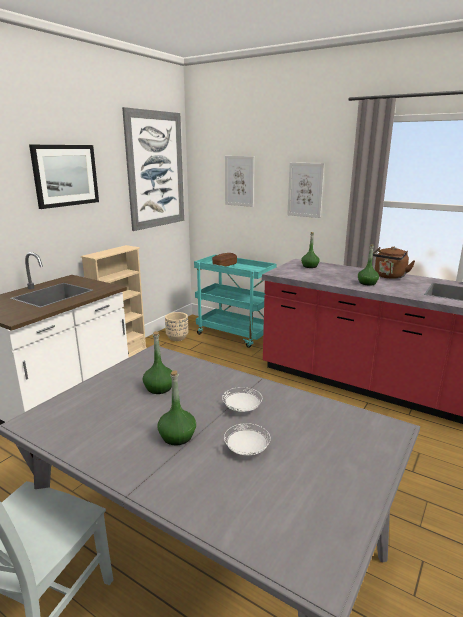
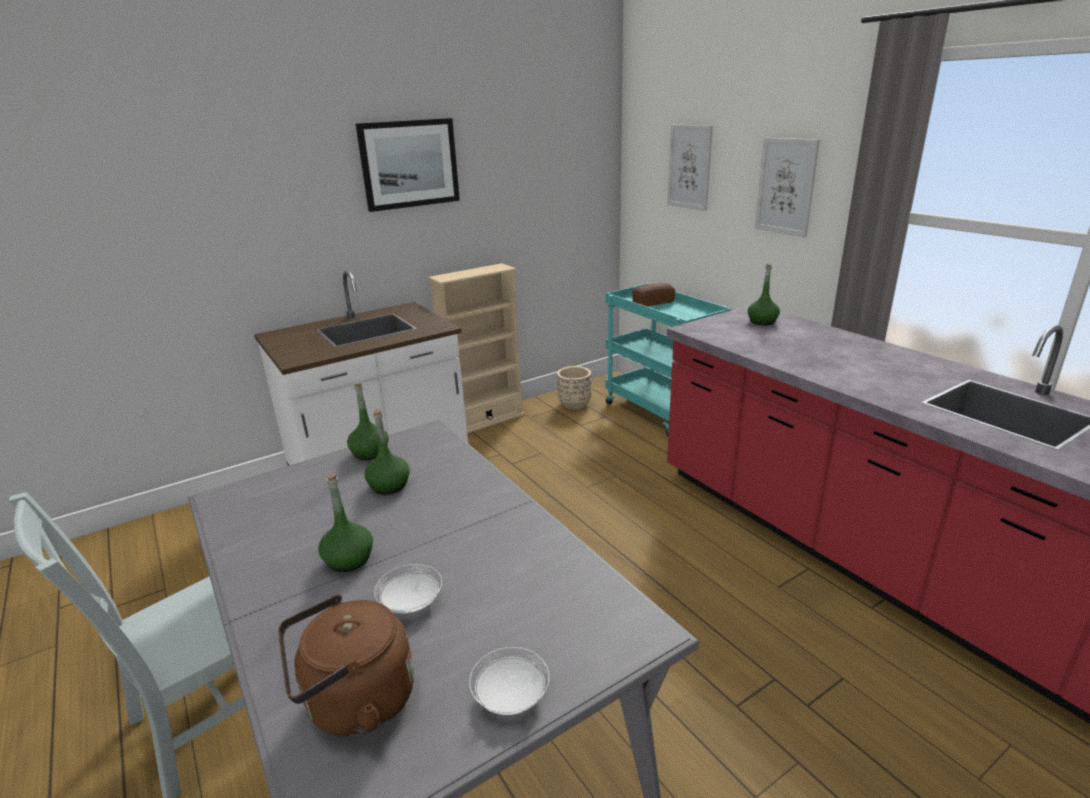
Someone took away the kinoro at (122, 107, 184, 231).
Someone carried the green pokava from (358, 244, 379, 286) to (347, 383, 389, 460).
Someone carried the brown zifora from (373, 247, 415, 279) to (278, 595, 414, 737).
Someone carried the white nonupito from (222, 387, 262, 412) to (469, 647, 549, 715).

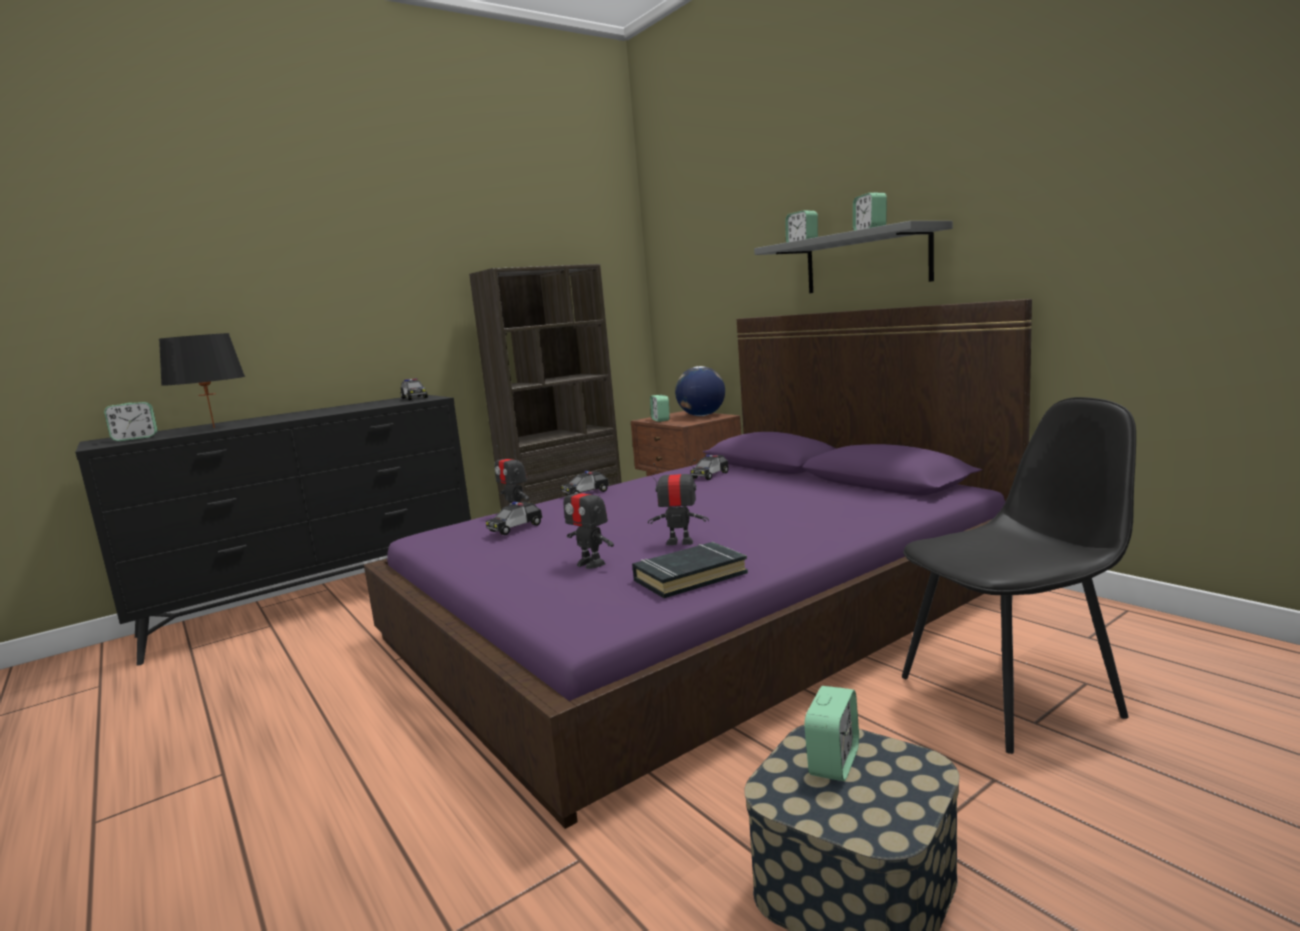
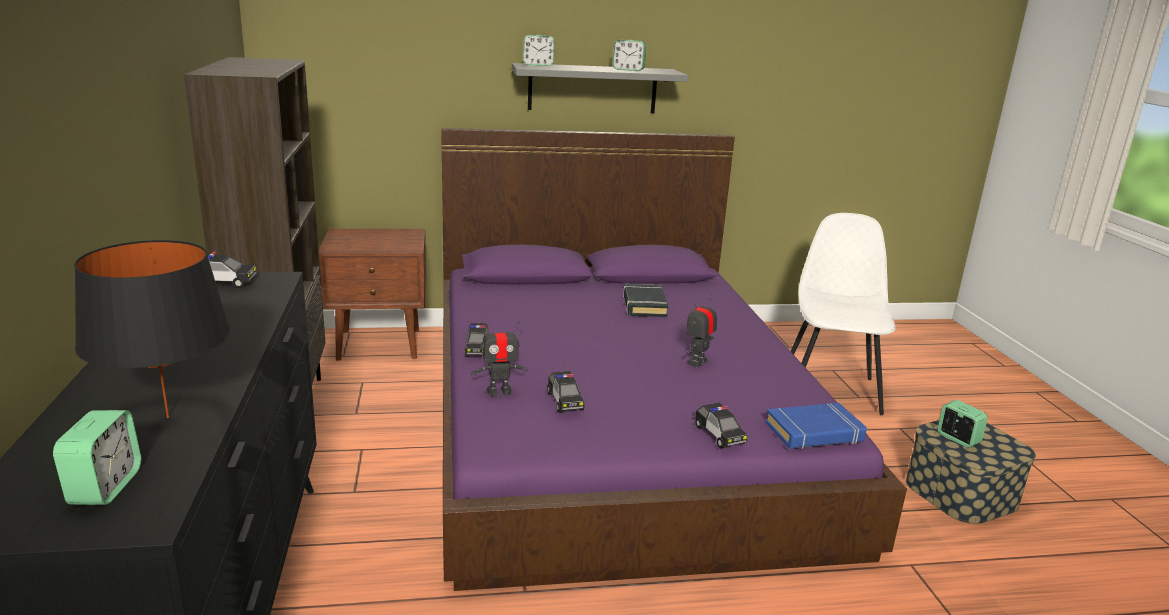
Someone took away the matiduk at (675, 366, 725, 416).
Someone took away the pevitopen at (650, 395, 670, 422).
Someone repainted the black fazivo at (902, 397, 1136, 754), which became the white fazivo at (791, 213, 896, 415).
Someone carried the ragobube from (690, 455, 729, 480) to (695, 403, 747, 448).
Someone took away the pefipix at (564, 476, 614, 569).
Someone carried the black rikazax from (632, 542, 748, 598) to (623, 284, 669, 317).
Someone put down the blue rikazax at (765, 403, 867, 449).

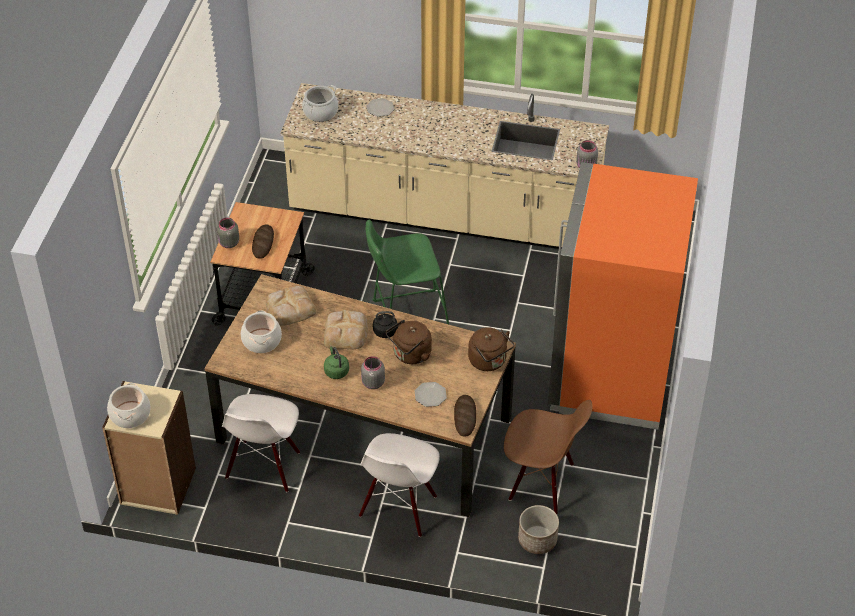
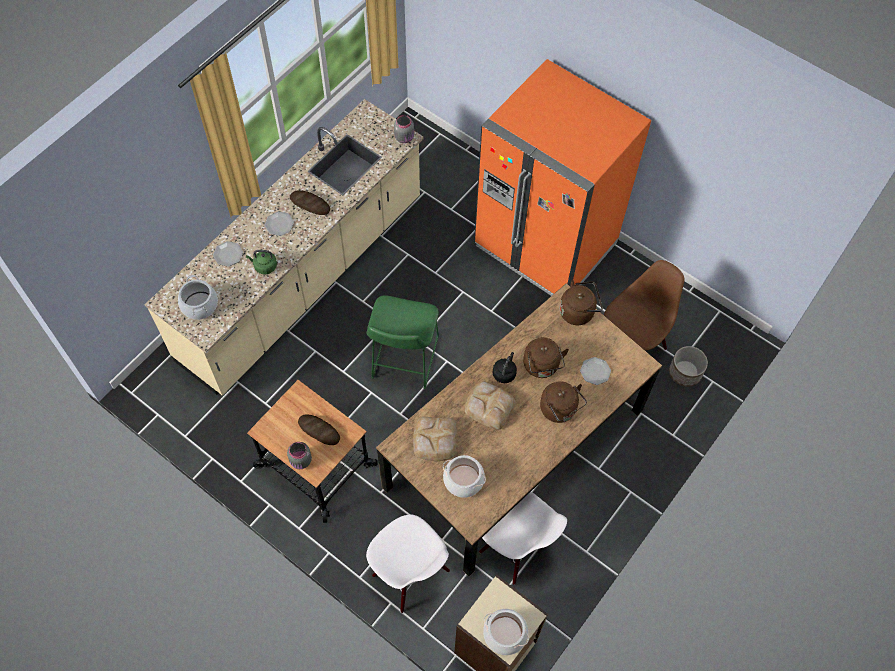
Someone carried the green zifora from (324, 346, 349, 379) to (246, 250, 277, 275).
Someone swapped the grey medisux at (361, 356, 385, 389) for the brown zifora at (540, 381, 587, 423).
Someone carried the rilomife from (454, 395, 476, 437) to (290, 190, 330, 215).
Someone carried the white fazivo from (359, 433, 440, 537) to (366, 515, 450, 613).
Someone put down the nonupito at (265, 212, 294, 236).

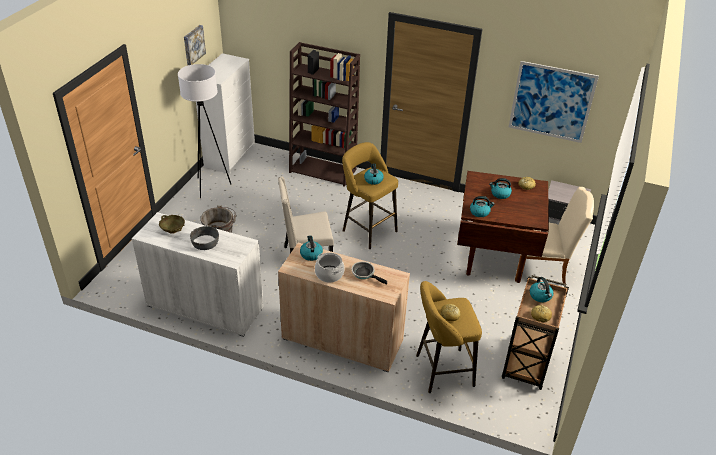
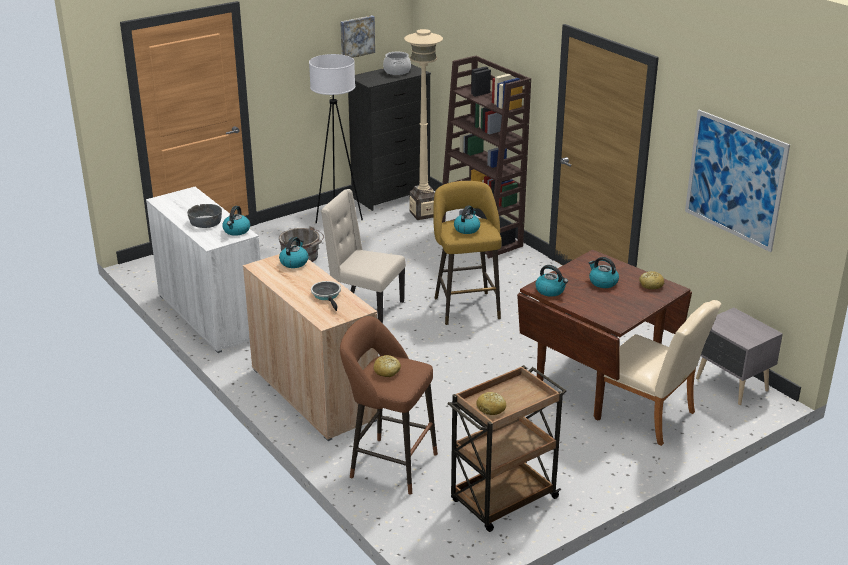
Someone repainted the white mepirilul at (196, 53, 255, 174), which became the black mepirilul at (348, 64, 431, 211).
Someone took away the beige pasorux at (159, 215, 185, 234).
Someone carried the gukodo from (315, 253, 344, 283) to (383, 52, 411, 75).
Someone carried the zifora from (530, 277, 554, 302) to (222, 206, 250, 236).
Someone repainted the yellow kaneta at (416, 281, 482, 393), which became the brown kaneta at (340, 316, 438, 494).
Someone put down the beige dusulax at (404, 29, 443, 220).

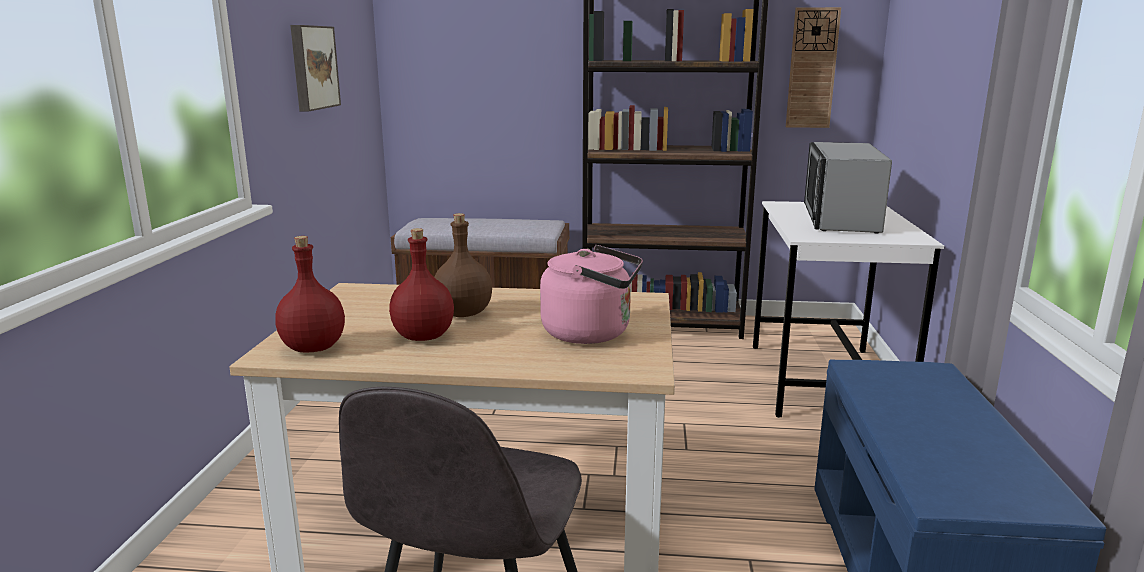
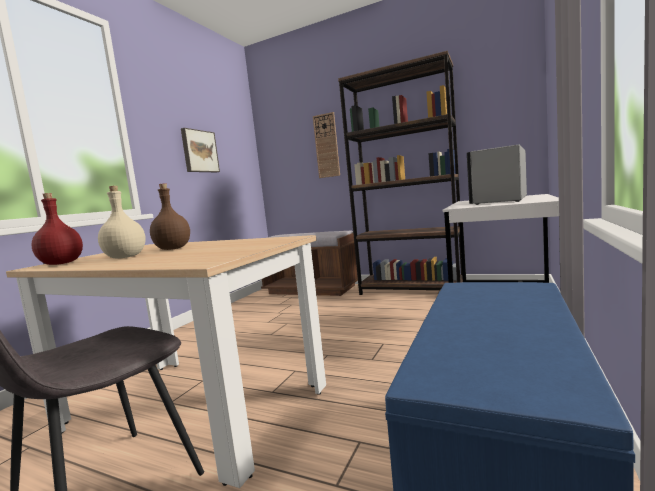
Someone carried the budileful from (786, 7, 841, 128) to (313, 112, 340, 178).
Someone repainted the red pokava at (389, 228, 454, 341), which became the beige pokava at (98, 186, 146, 258).
Someone took away the pink zifora at (540, 245, 643, 344).

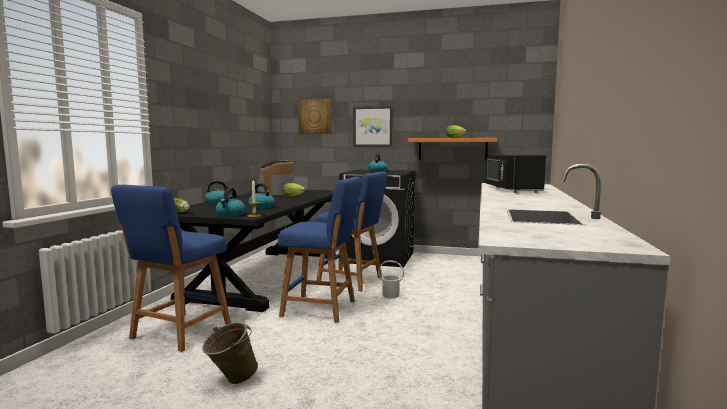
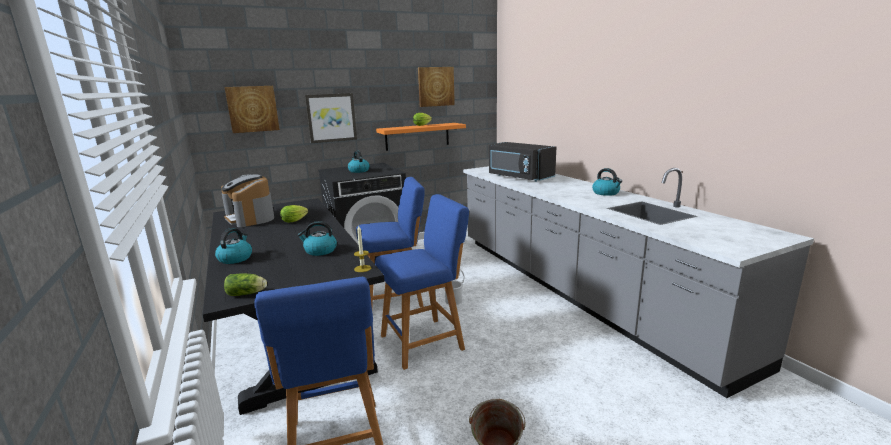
Someone carried the zifora from (216, 188, 245, 217) to (592, 168, 622, 196).
Someone put up the kinoro at (418, 67, 455, 107).

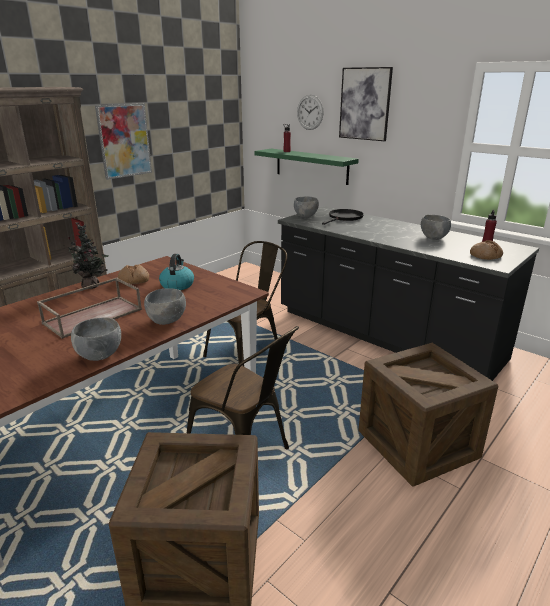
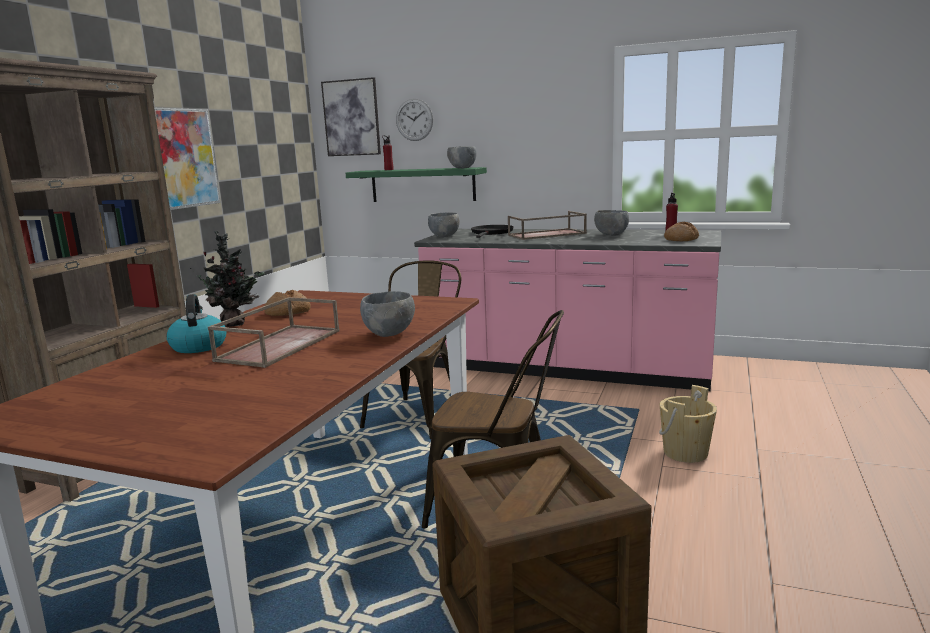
Someone carried the kinoro from (339, 67, 393, 141) to (321, 77, 381, 156).
Someone repainted the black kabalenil at (278, 206, 539, 381), which became the pink kabalenil at (414, 229, 721, 391).
Someone carried the zifora from (159, 254, 194, 290) to (167, 294, 227, 353).
Someone carried the grey pasorux from (71, 317, 121, 361) to (447, 146, 477, 168).
Someone swapped the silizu at (358, 343, 498, 487) for the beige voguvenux at (659, 385, 717, 463).
Someone put down the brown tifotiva at (508, 211, 587, 240).

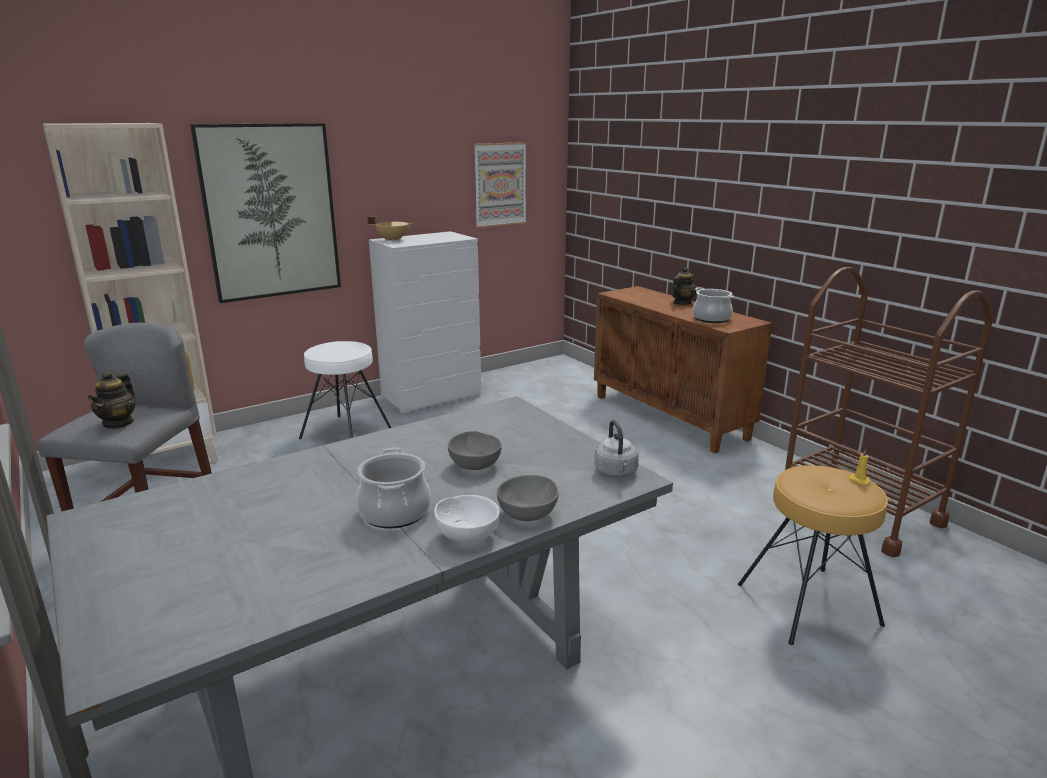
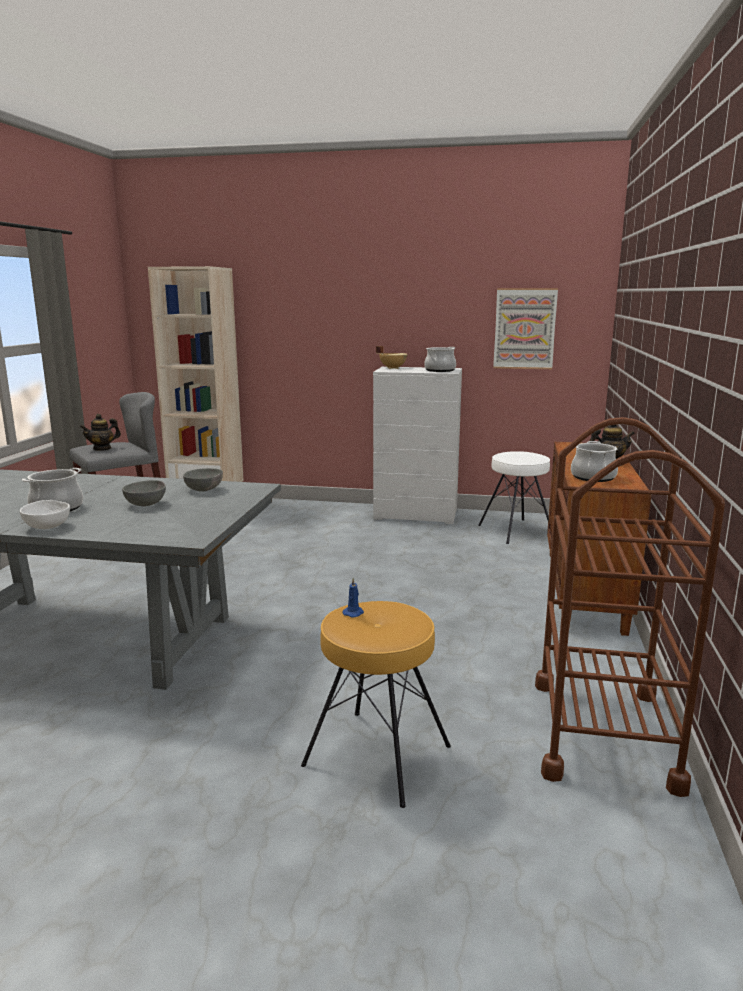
Someone took away the kinoro at (190, 123, 341, 303).
Someone carried the white kaneta from (299, 341, 391, 439) to (478, 451, 550, 544).
Someone took away the grey zifora at (594, 420, 639, 478).
Someone took away the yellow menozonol at (847, 448, 871, 485).
Someone carried the grey pasorux from (497, 475, 559, 521) to (183, 468, 223, 491).
Someone put down the gukodo at (424, 347, 456, 372).
Someone put down the blue menozonol at (342, 578, 364, 618).

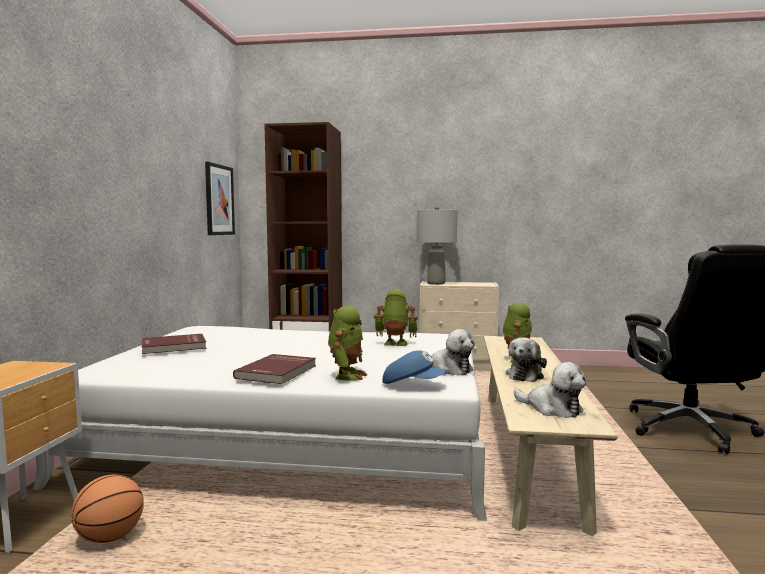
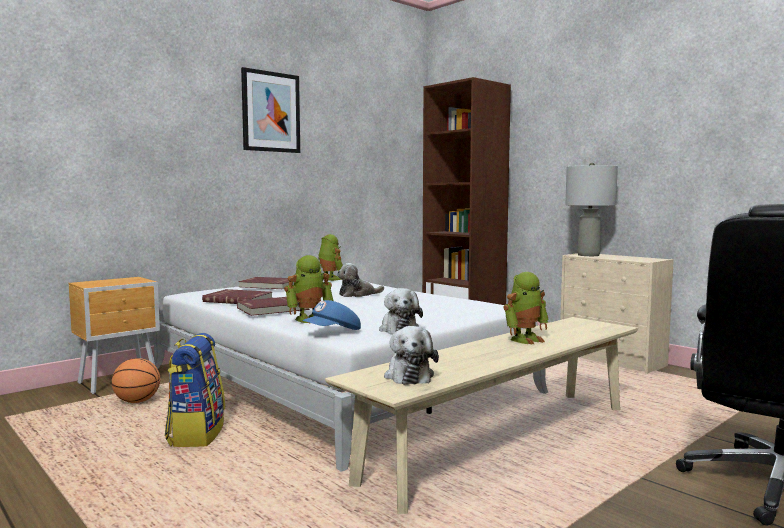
Someone carried the kinoro from (205, 162, 235, 235) to (241, 67, 300, 153).
Someone carried the pefipix from (374, 289, 418, 346) to (318, 234, 343, 281).
Someone carried the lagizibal from (506, 337, 547, 382) to (337, 263, 384, 297).
Someone rotated the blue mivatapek at (383, 351, 447, 384) by 75 degrees clockwise.
Someone put down the red rikazax at (202, 289, 272, 304).
Someone put down the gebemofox at (165, 333, 225, 447).

